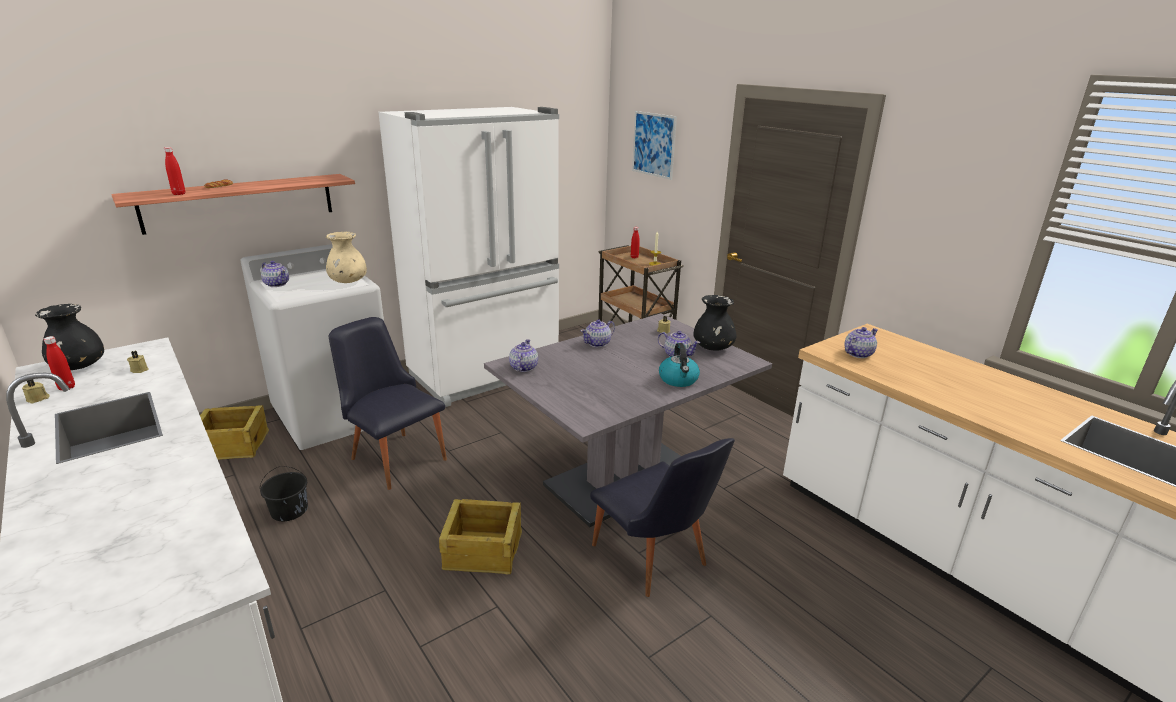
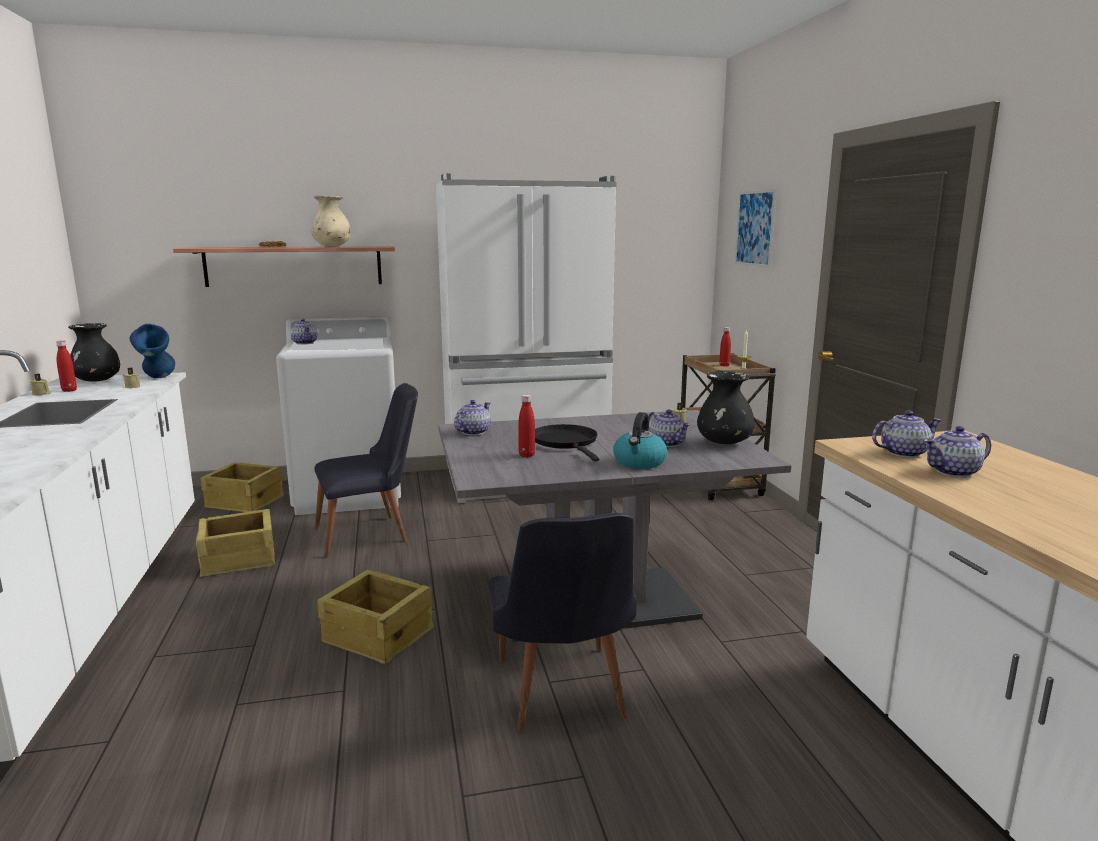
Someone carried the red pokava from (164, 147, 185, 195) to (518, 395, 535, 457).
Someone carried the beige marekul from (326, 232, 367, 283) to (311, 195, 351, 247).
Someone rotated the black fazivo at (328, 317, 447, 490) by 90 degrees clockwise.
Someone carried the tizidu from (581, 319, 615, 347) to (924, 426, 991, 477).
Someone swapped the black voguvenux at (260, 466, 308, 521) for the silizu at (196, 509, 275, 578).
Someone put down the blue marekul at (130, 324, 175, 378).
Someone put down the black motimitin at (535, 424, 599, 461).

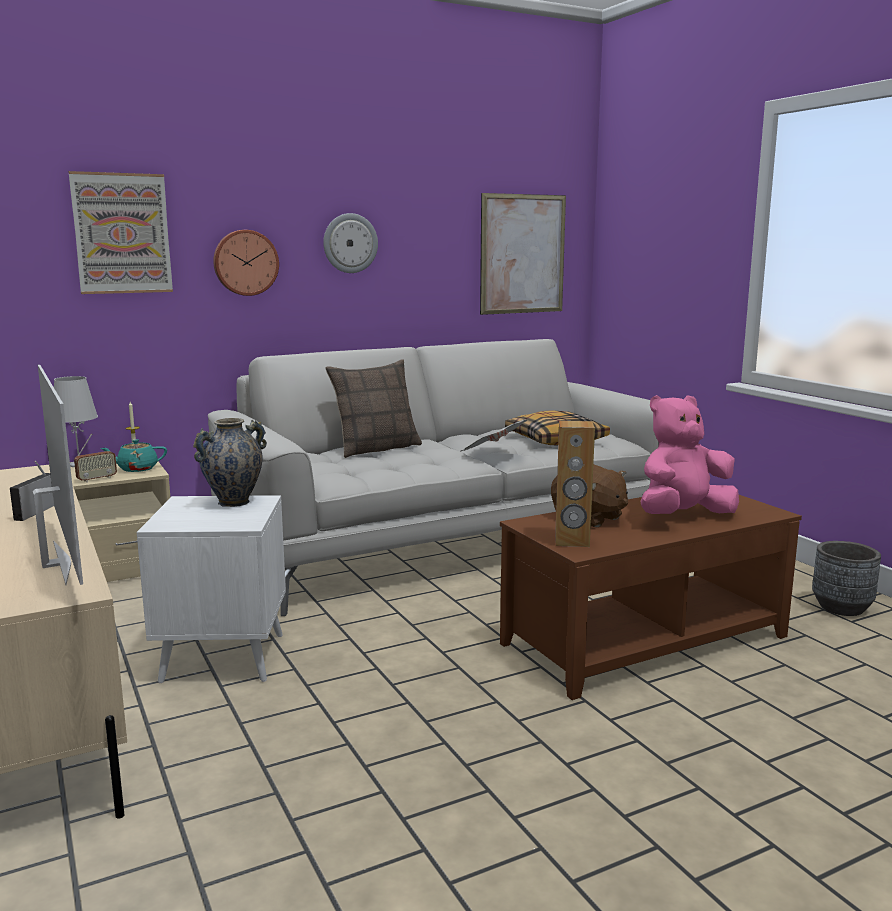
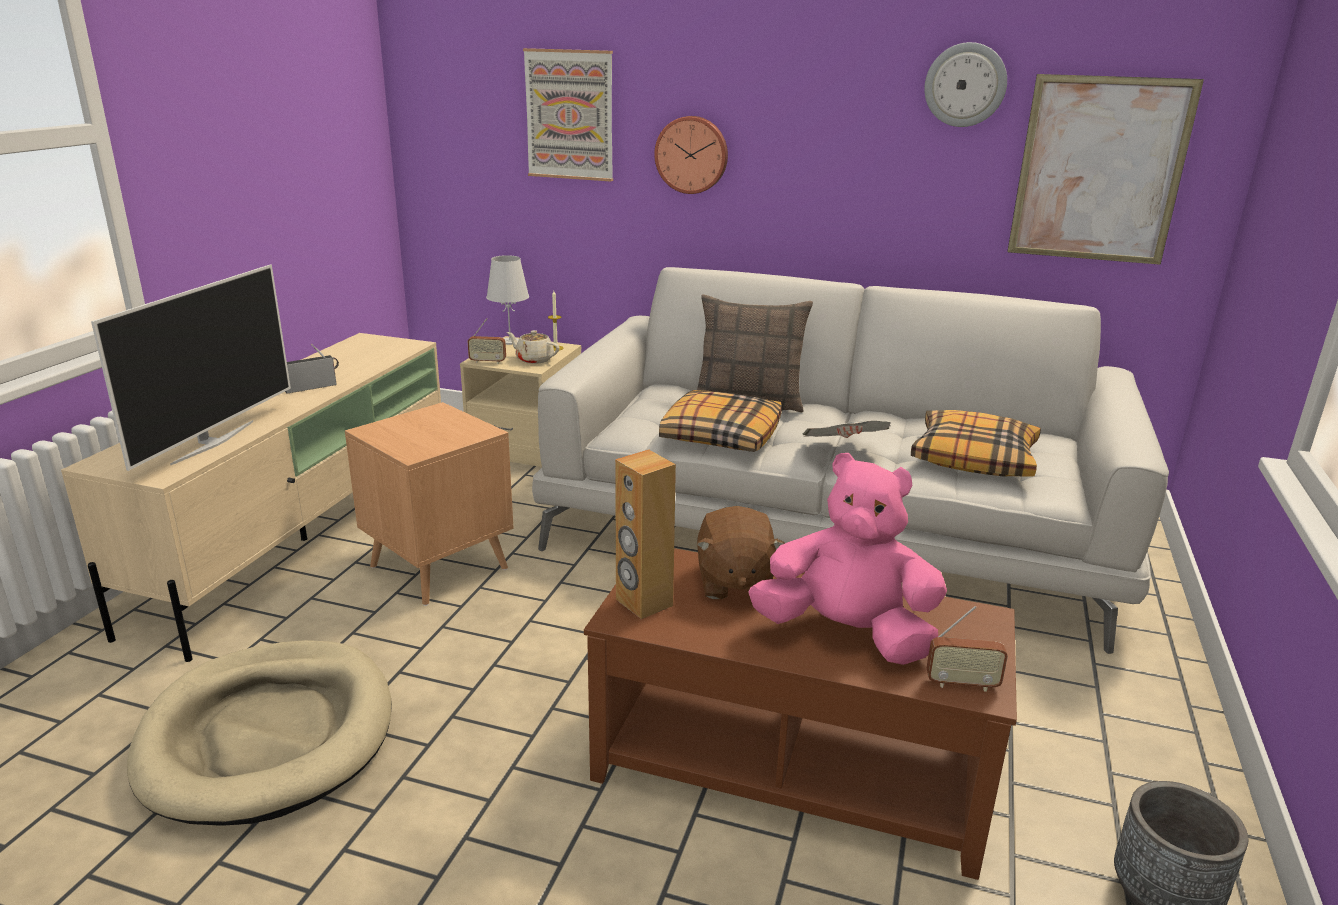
Someone carried the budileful from (323, 213, 378, 273) to (924, 42, 1007, 127).
Someone took away the marekul at (193, 418, 267, 507).
Someone repainted the turquoise tizidu at (100, 439, 167, 472), which became the beige tizidu at (507, 330, 560, 364).
Someone repainted the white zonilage at (137, 495, 286, 683), which became the brown zonilage at (345, 402, 513, 606).
Someone put down the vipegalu at (659, 390, 782, 452).
Someone put down the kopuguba at (927, 606, 1008, 692).
Someone put down the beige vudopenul at (127, 640, 392, 826).

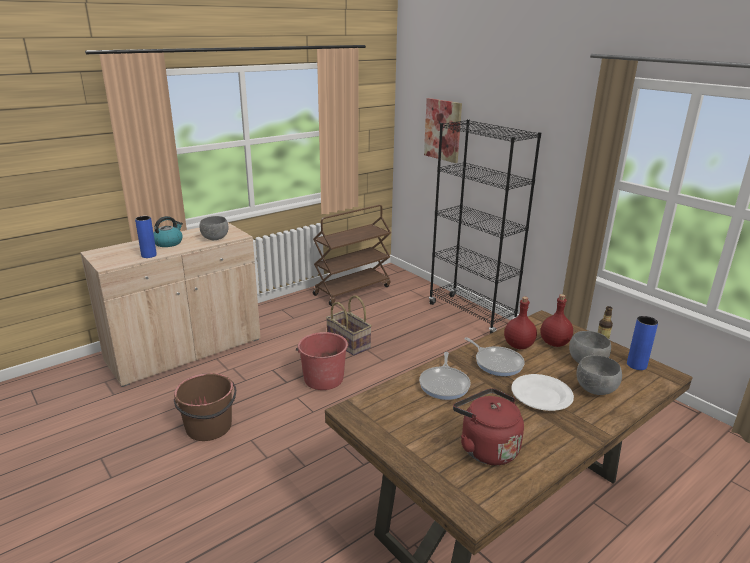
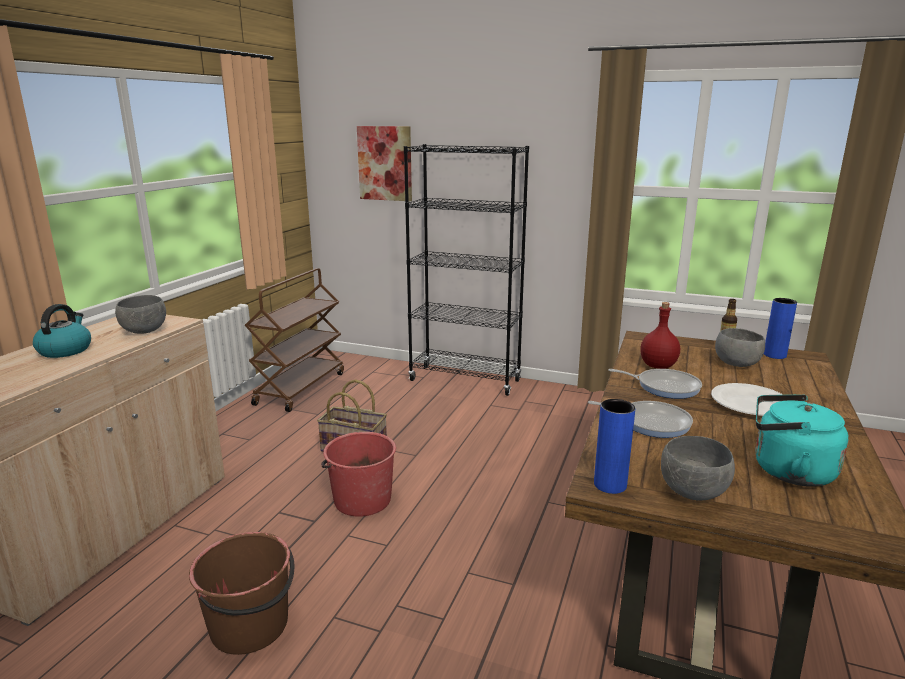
Someone carried the blue marekul from (135, 216, 157, 258) to (594, 399, 635, 494).
Someone took away the red pokava at (540, 294, 573, 347).
Someone rotated the motimitin at (419, 352, 471, 400) by 45 degrees counterclockwise.
Someone carried the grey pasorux from (577, 355, 622, 395) to (661, 436, 735, 501).
Someone repainted the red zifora at (453, 388, 524, 465), which became the turquoise zifora at (755, 394, 849, 487).

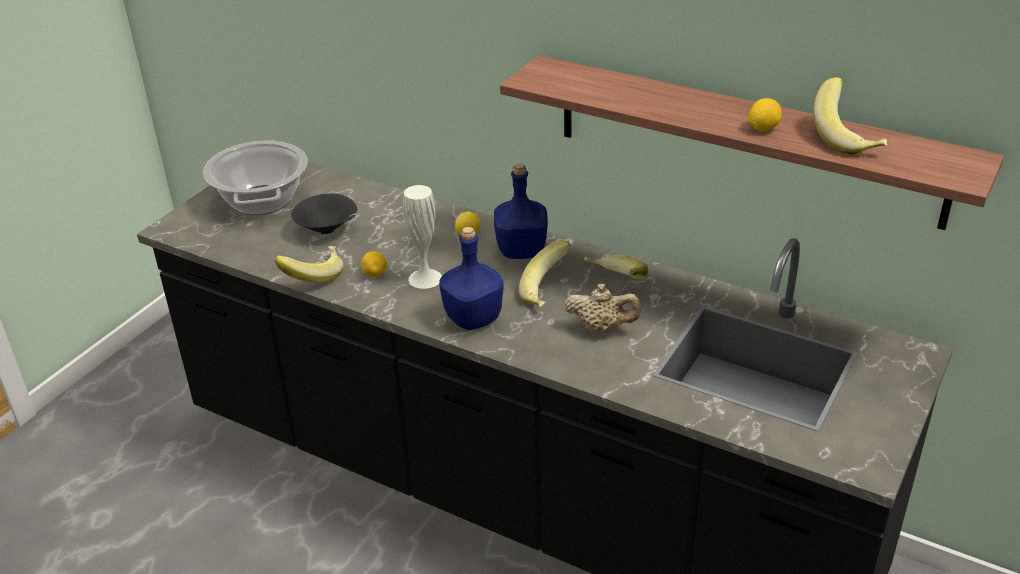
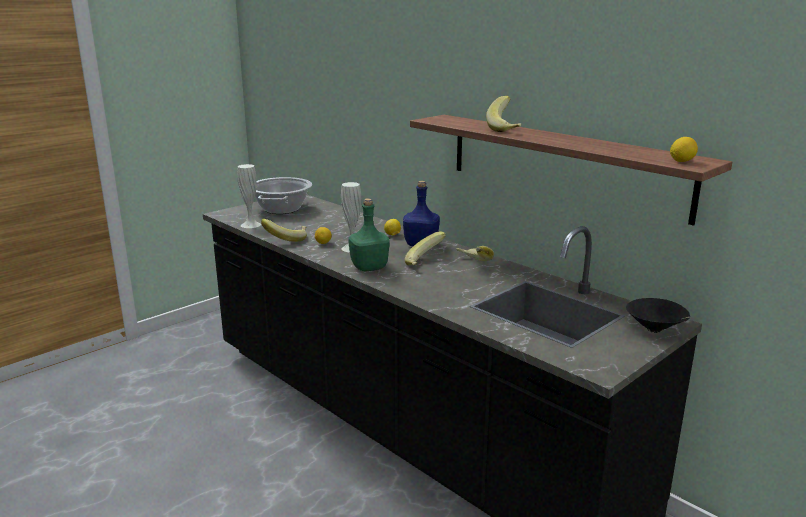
Someone carried the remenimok from (813, 77, 887, 154) to (486, 96, 521, 132).
Someone carried the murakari from (748, 98, 782, 131) to (670, 137, 698, 162).
Someone carried the black pasorux from (291, 193, 357, 235) to (626, 298, 690, 333).
Someone repainted the blue pokava at (439, 227, 503, 330), which became the green pokava at (348, 198, 390, 271).
Someone took away the beige tizidu at (564, 284, 641, 333).
Someone put down the white marekul at (237, 164, 261, 228).

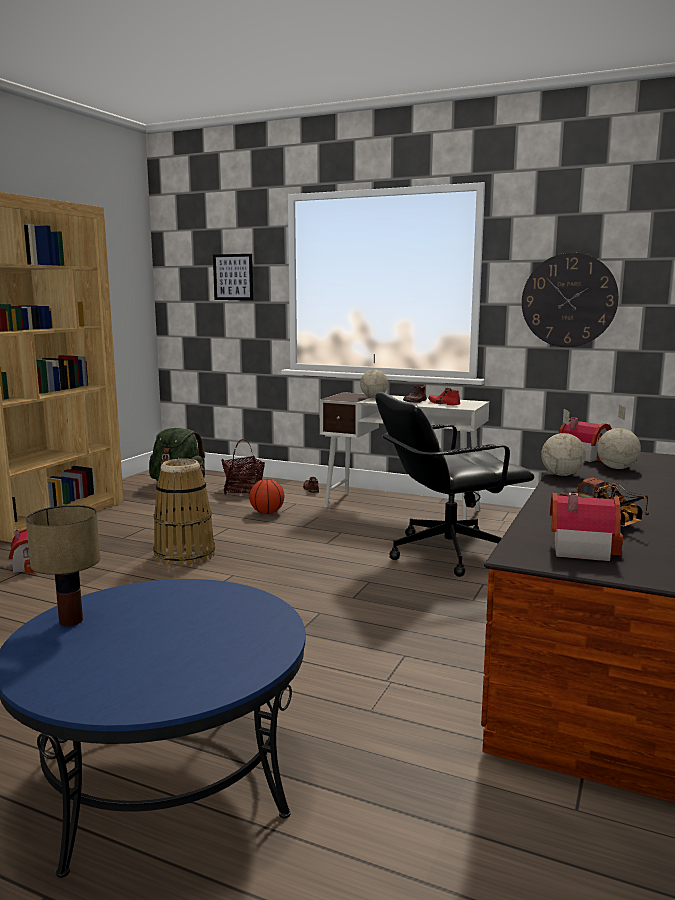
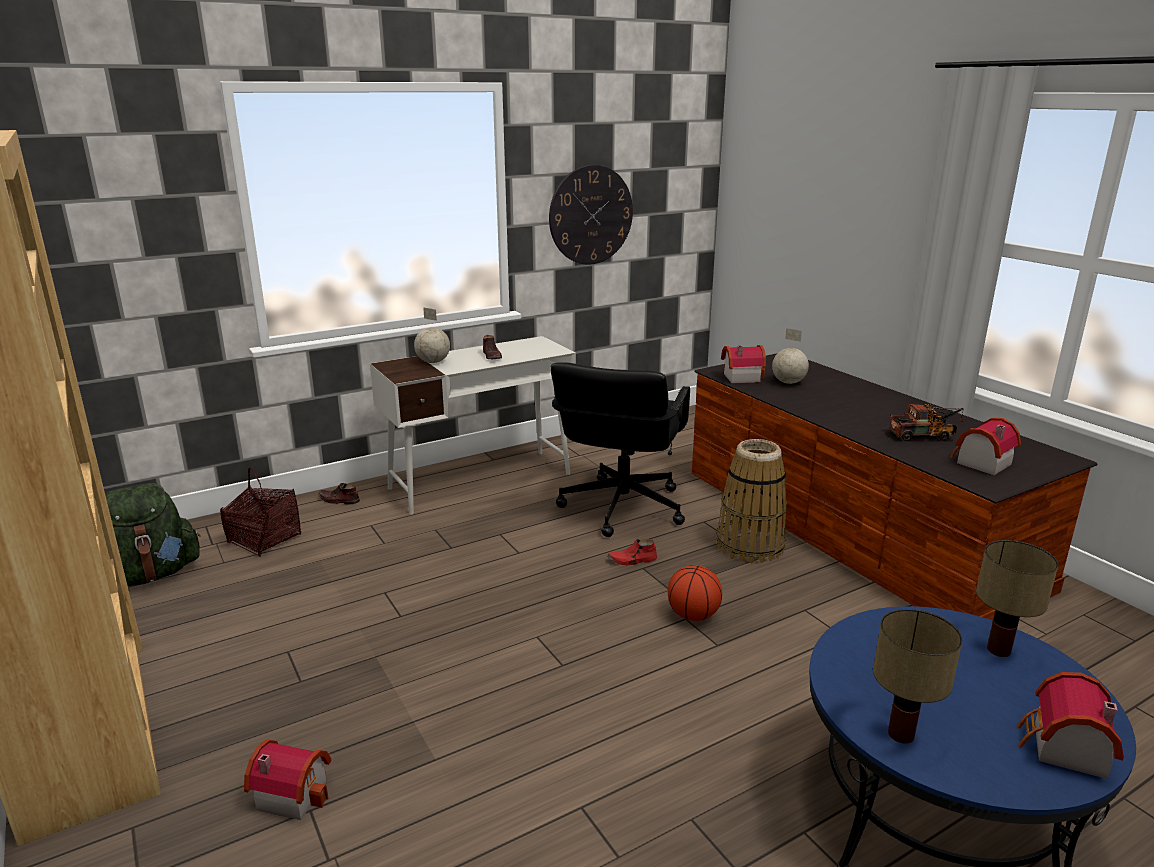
Someone took away the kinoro at (213, 254, 253, 300).
Someone carried the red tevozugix from (428, 388, 460, 405) to (608, 539, 657, 565).
Someone took away the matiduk at (541, 409, 586, 476).
Someone carried the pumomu from (153, 459, 215, 567) to (716, 439, 787, 563).
Someone carried the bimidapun from (249, 479, 284, 514) to (668, 565, 722, 621).
Someone put down the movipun at (976, 540, 1059, 657).
Someone put down the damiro at (1016, 672, 1124, 779).

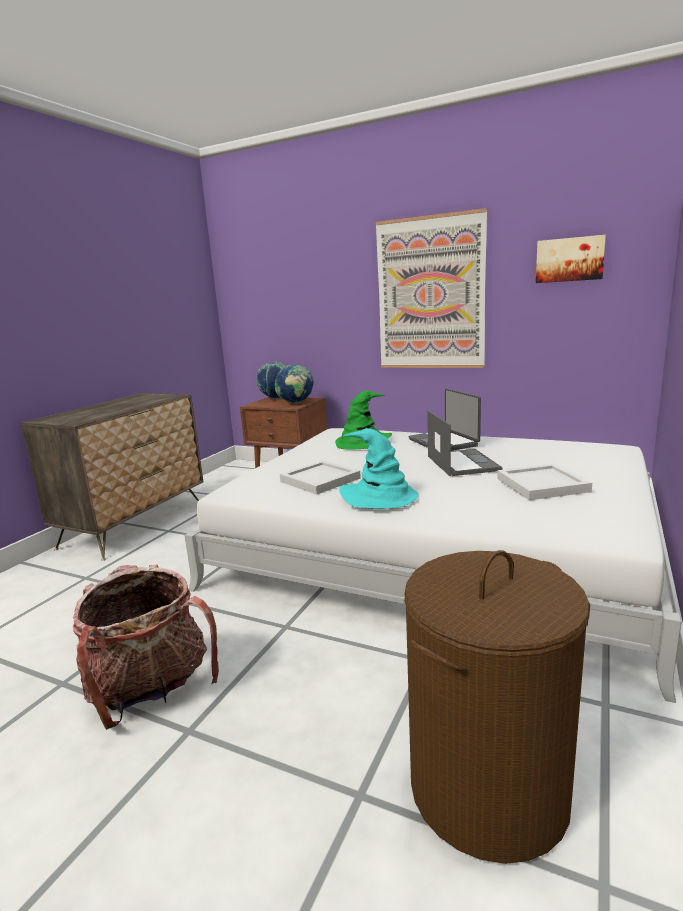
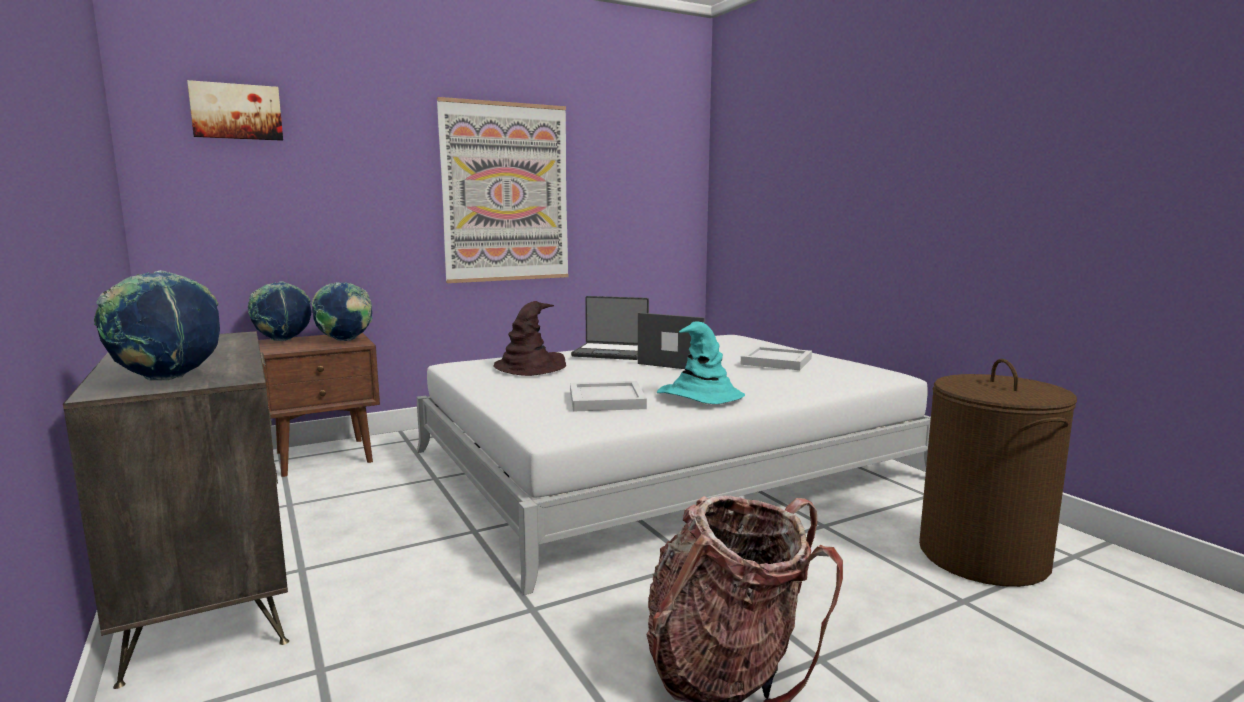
Someone carried the kinoro from (536, 235, 606, 283) to (187, 80, 283, 141).
Someone repainted the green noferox at (335, 390, 392, 449), which became the brown noferox at (493, 301, 566, 376).
Someone put down the matiduk at (94, 270, 220, 381).

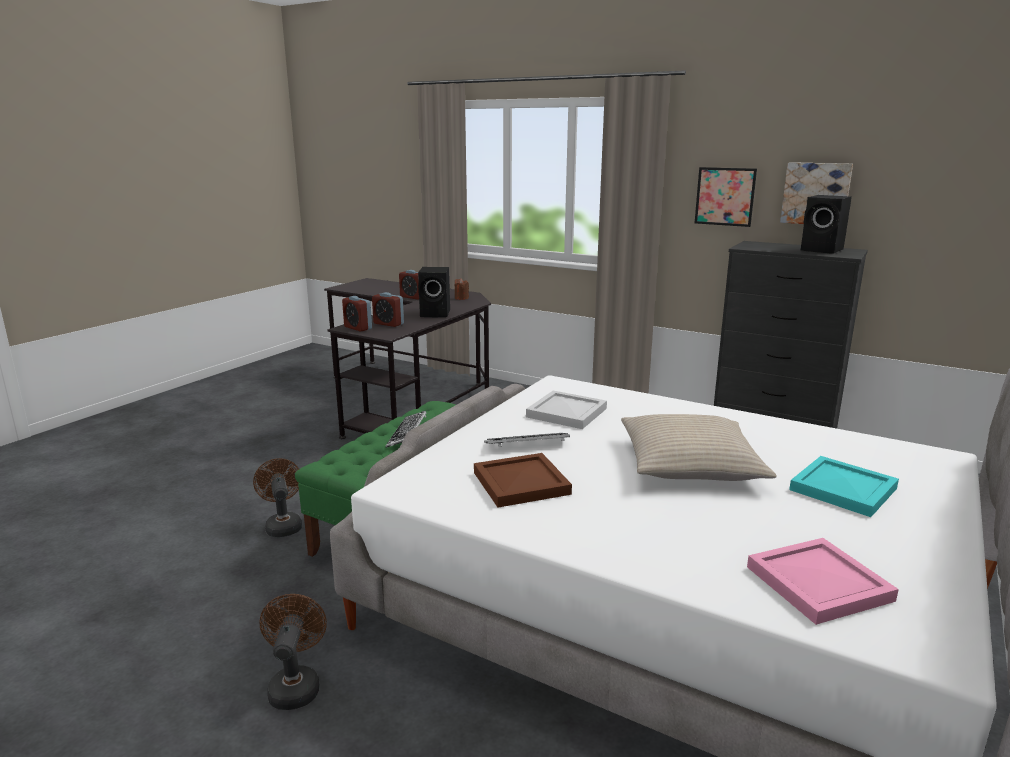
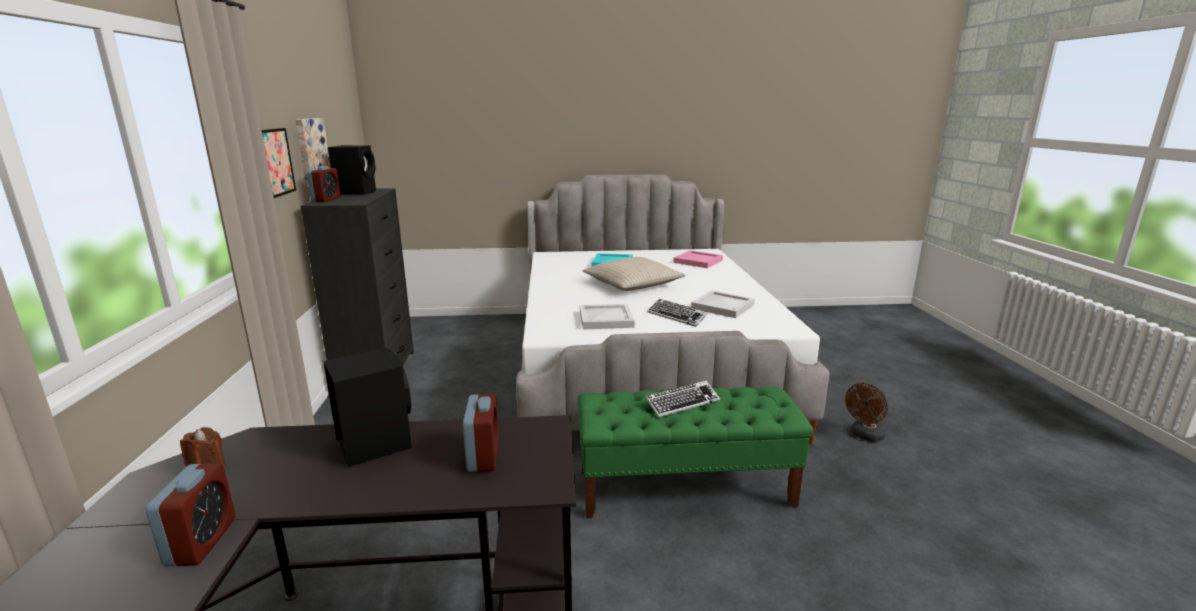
Someone carried the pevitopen from (342, 296, 372, 332) to (307, 166, 341, 202).
Someone repainted the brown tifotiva at (474, 453, 572, 507), which became the white tifotiva at (691, 290, 755, 318).
Someone took away the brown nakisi at (253, 458, 302, 537).

